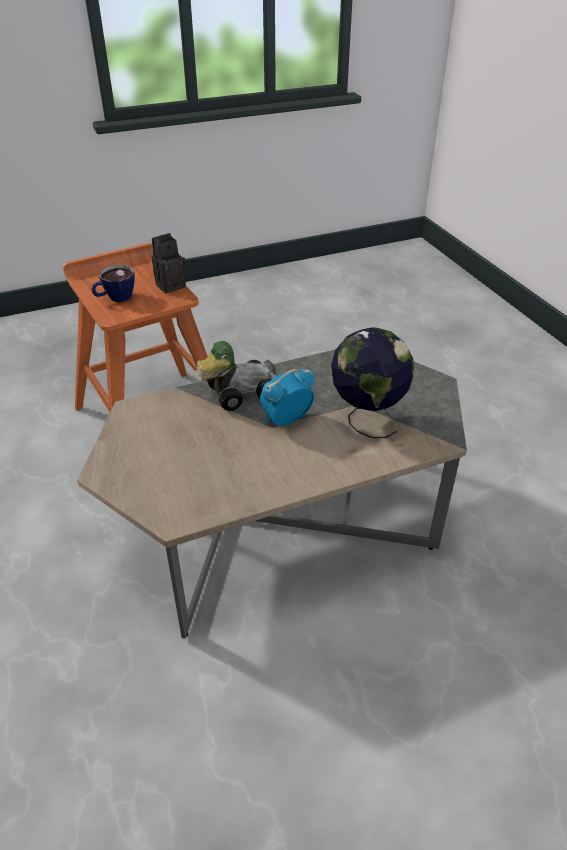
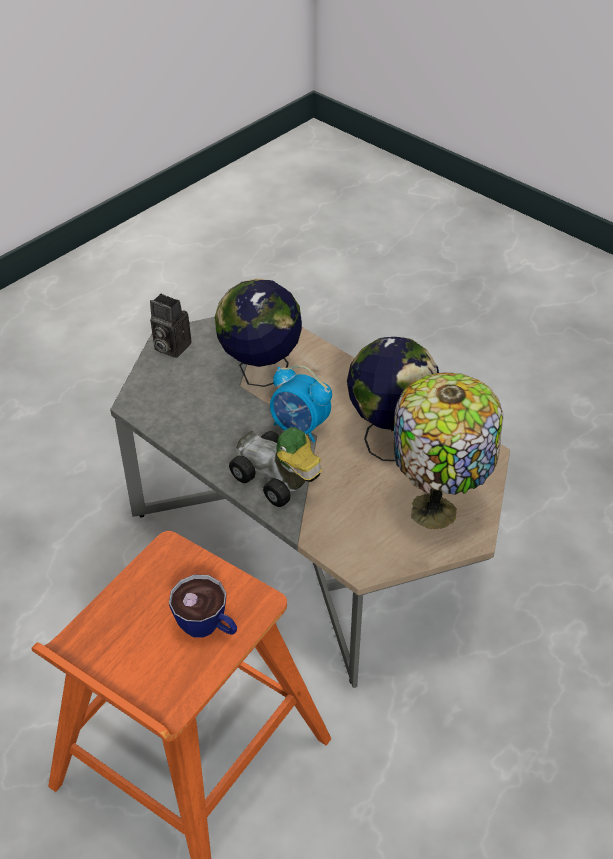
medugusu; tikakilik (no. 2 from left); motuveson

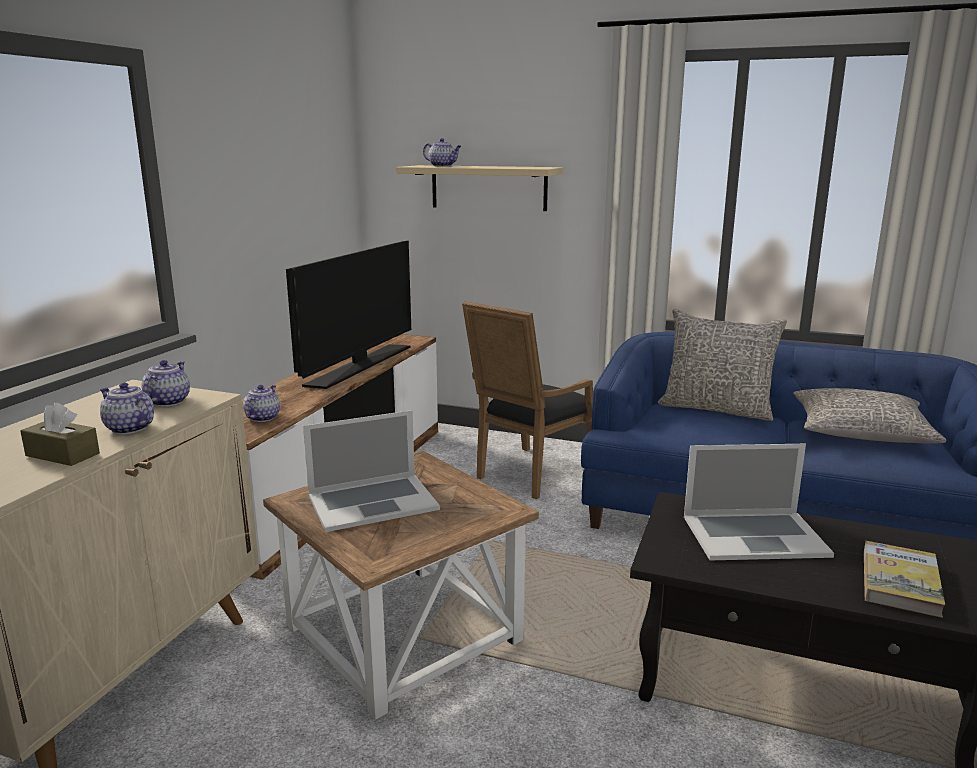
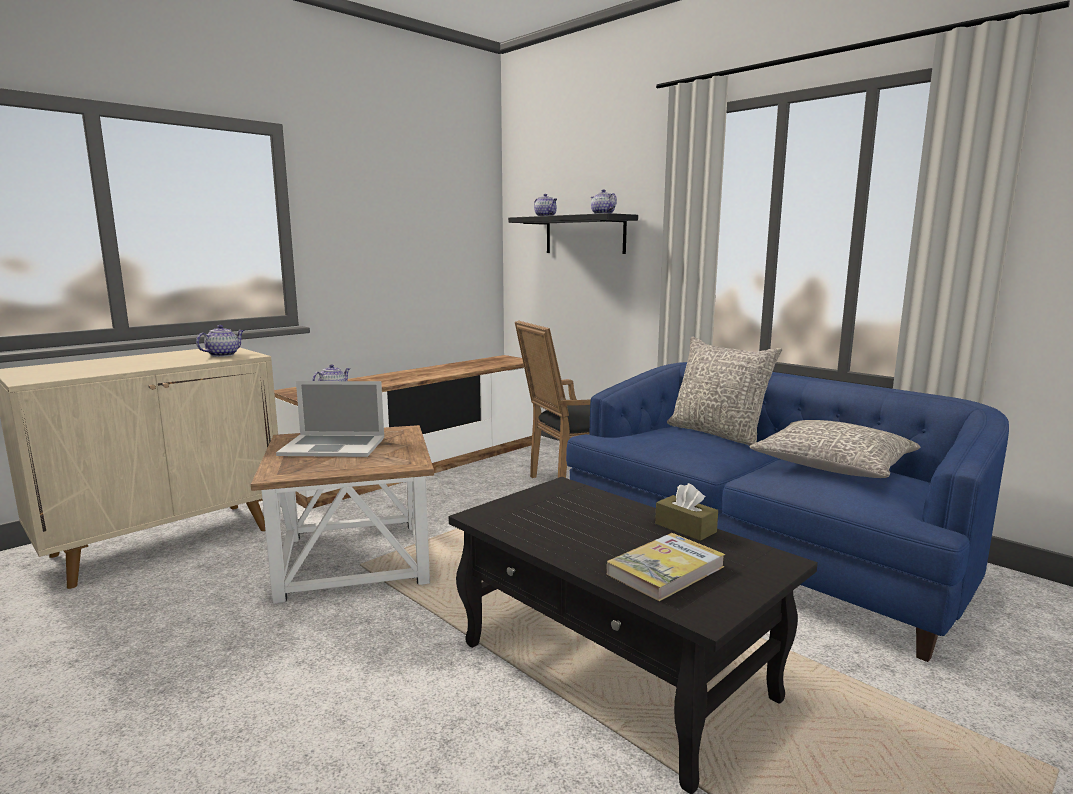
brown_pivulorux; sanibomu (no. 4 from left); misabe; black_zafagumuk; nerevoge (no. 2 from left in the first image)

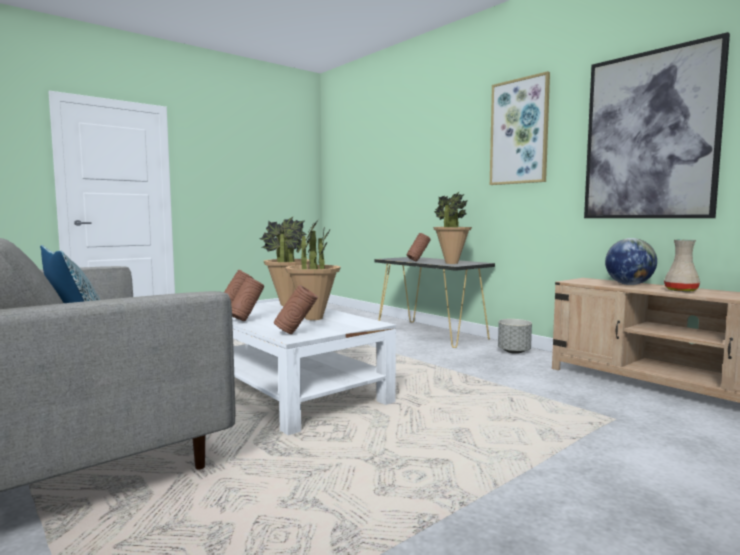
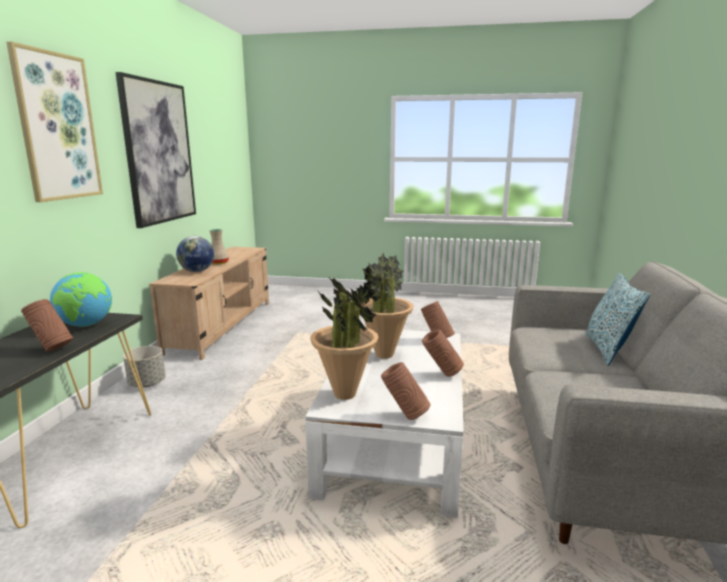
tikakilik (no. 1 from left)

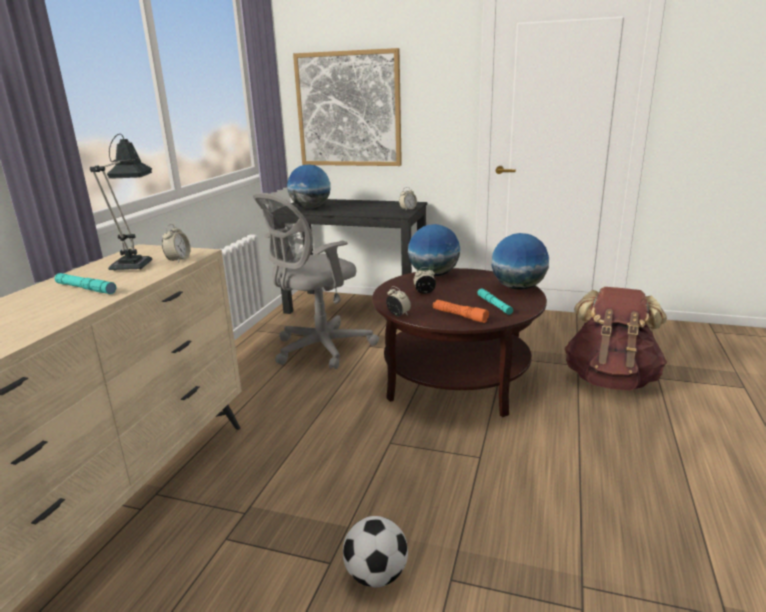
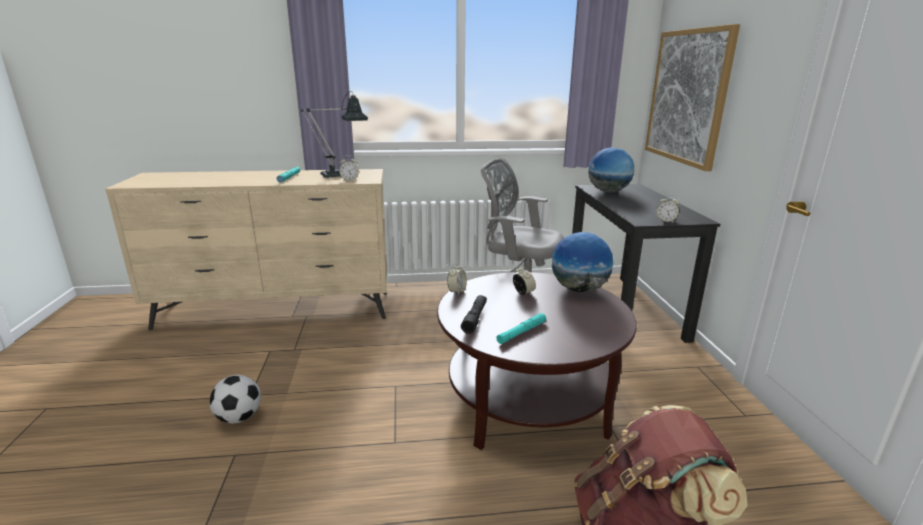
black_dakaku; tikakilik (no. 3 from left in the first image)

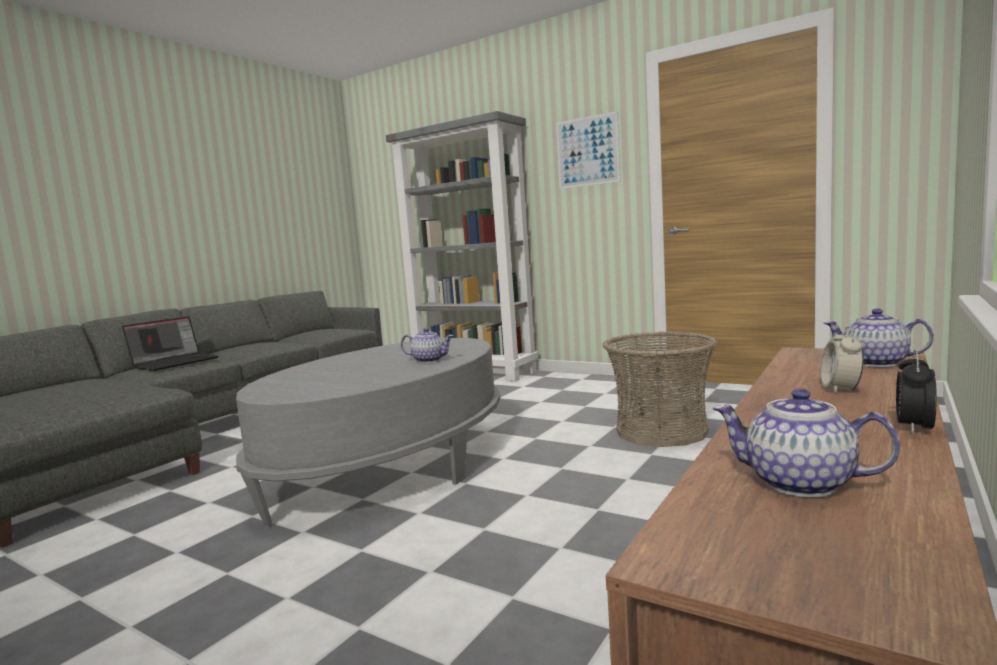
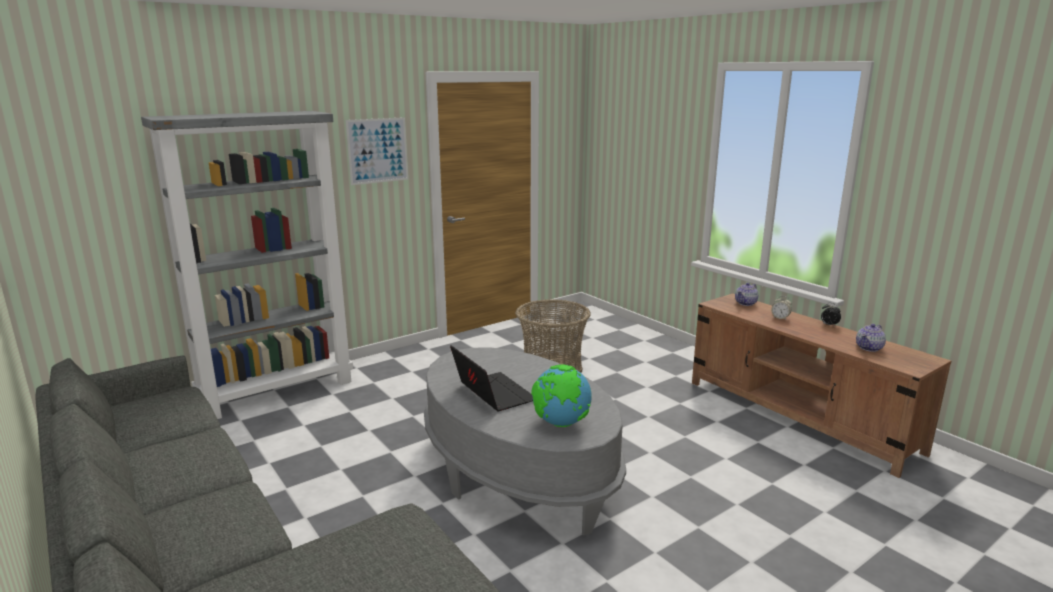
nerevoge; sanibomu (no. 1 from left in the first image); tikakilik

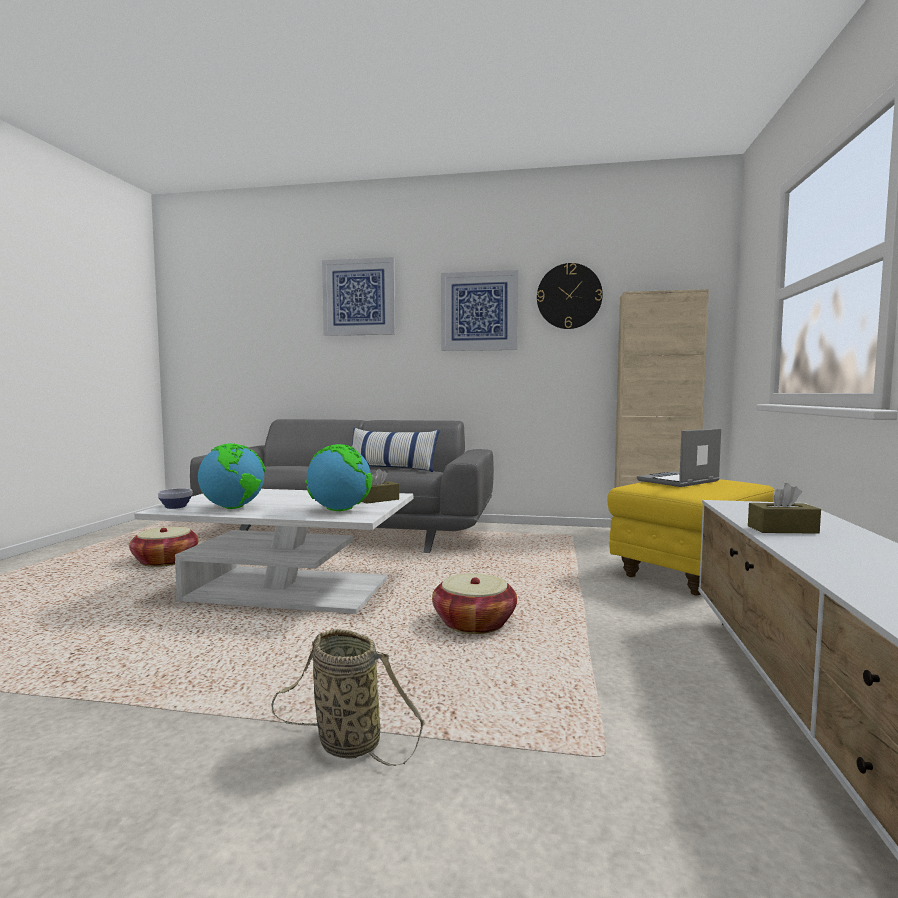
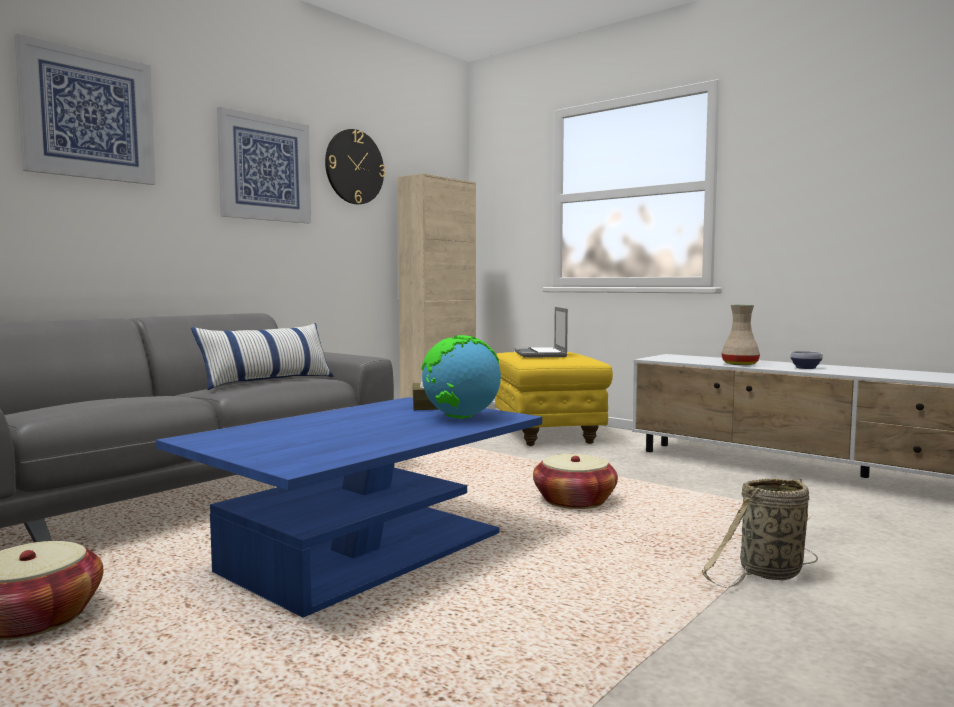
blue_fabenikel; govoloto; tikakilik (no. 1 from left in the first image); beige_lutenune

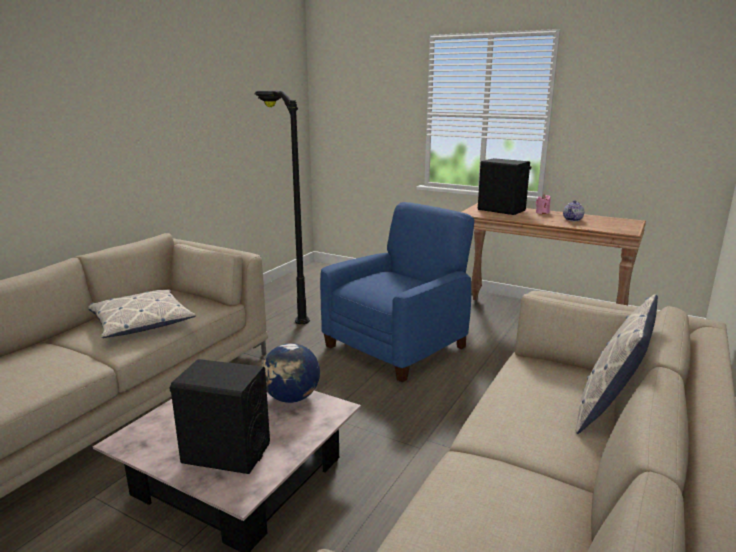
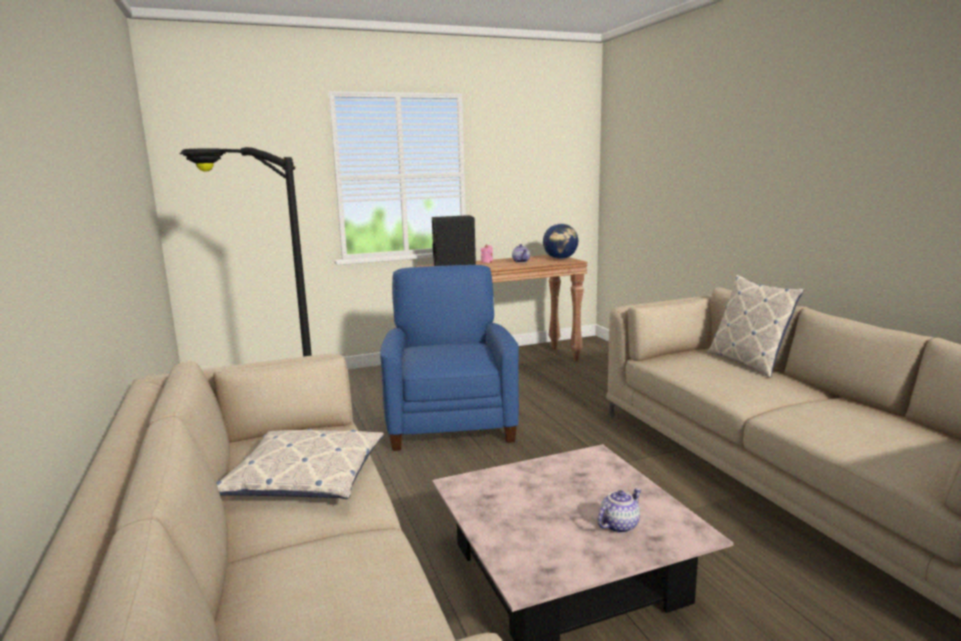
sanibomu (no. 2 from left); tikakilik

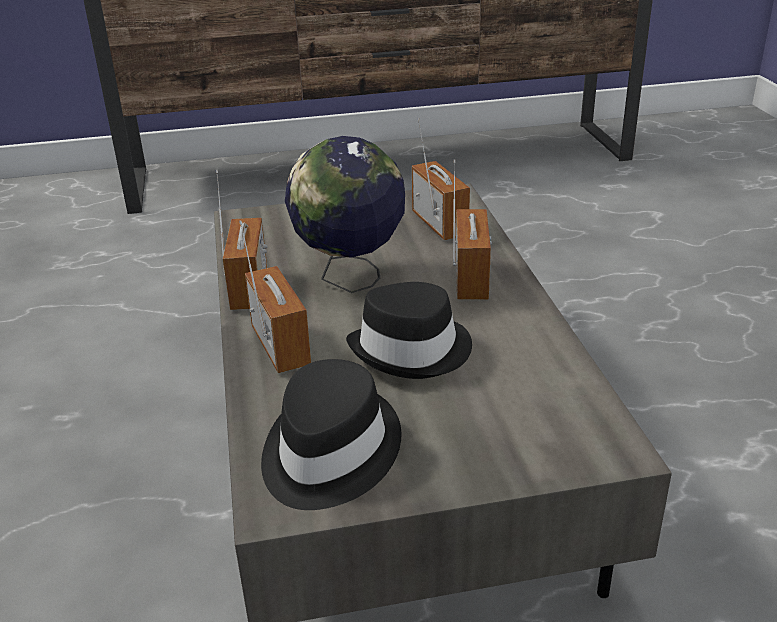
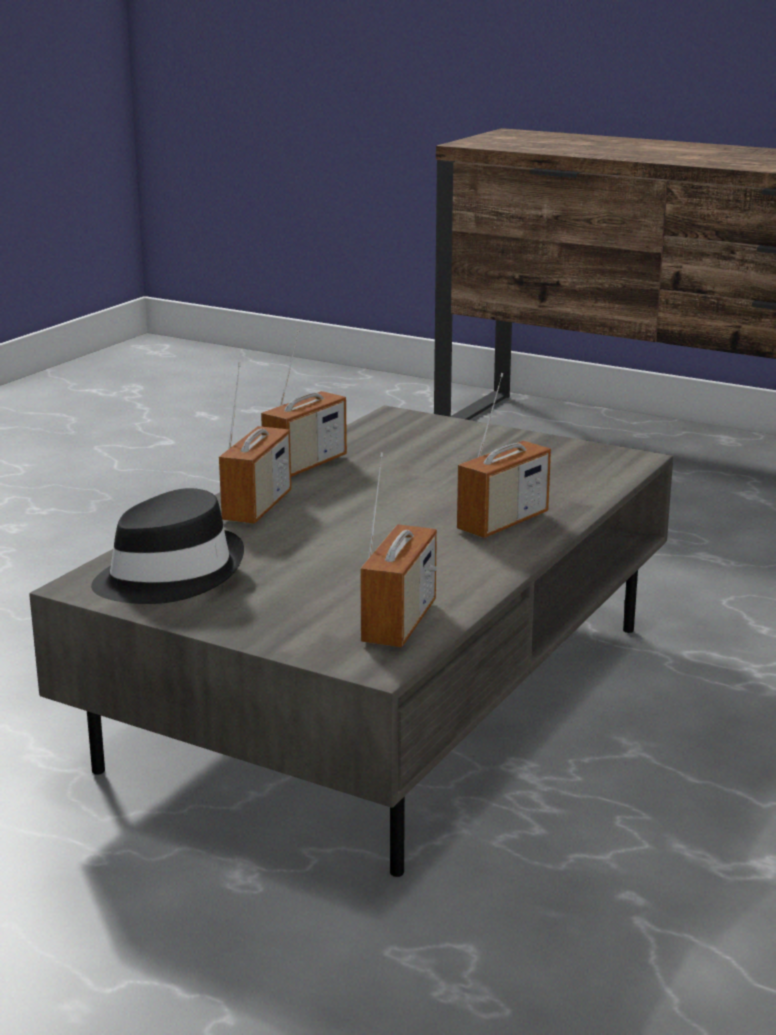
tikakilik; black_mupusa (no. 2 from left in the first image); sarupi (no. 3 from left)

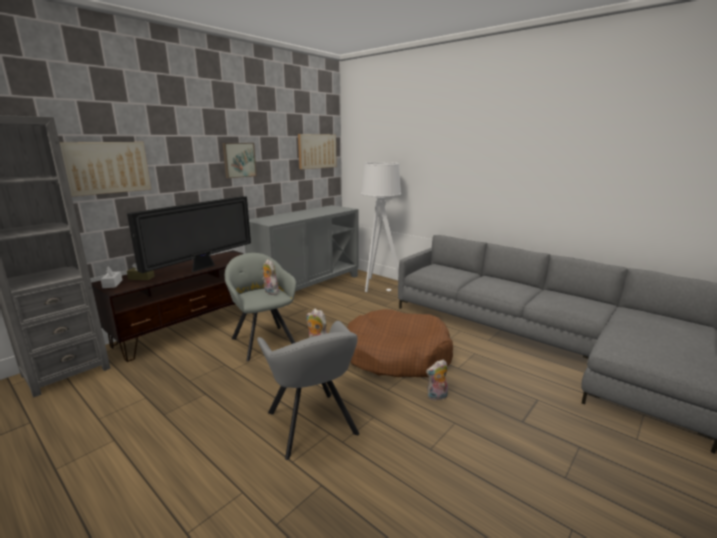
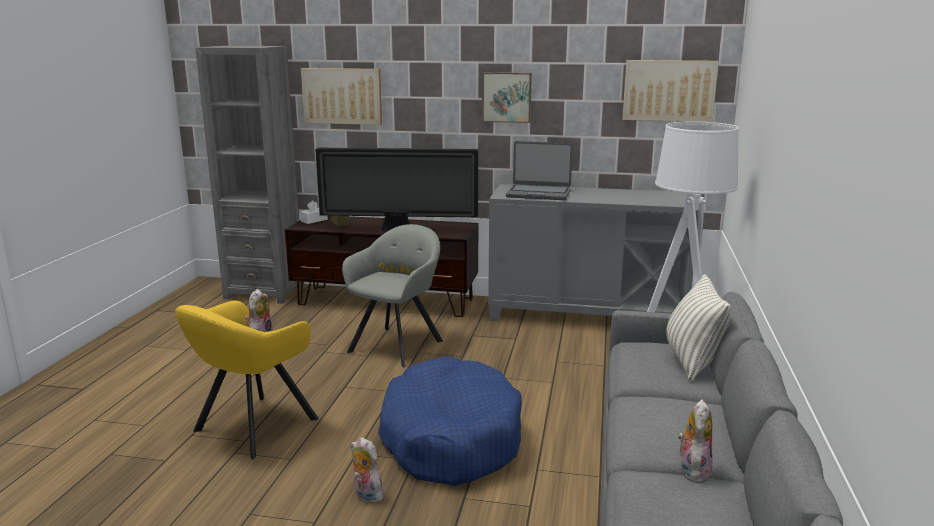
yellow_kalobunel; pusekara (no. 3 from left); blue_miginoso; nerevoge; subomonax

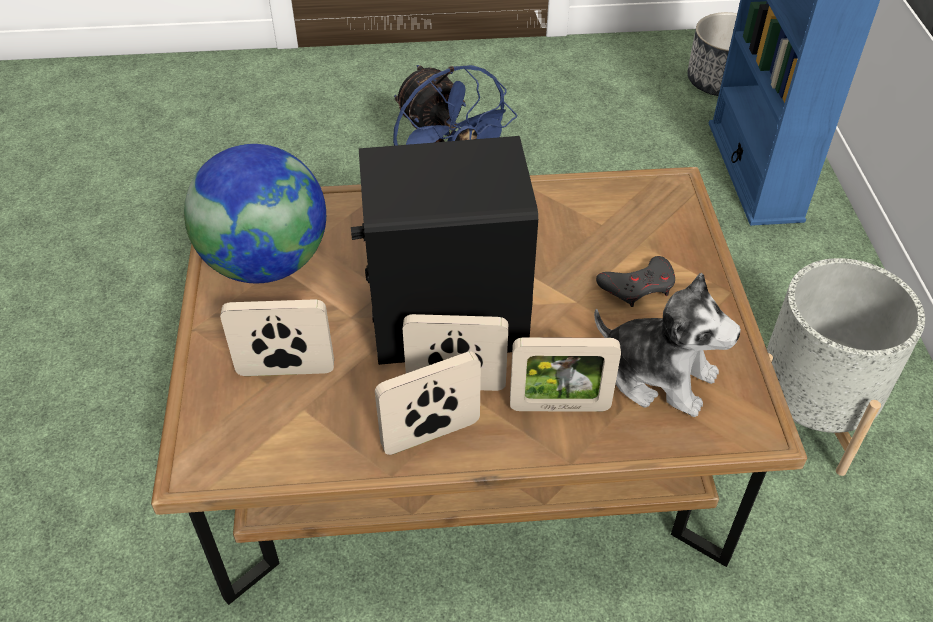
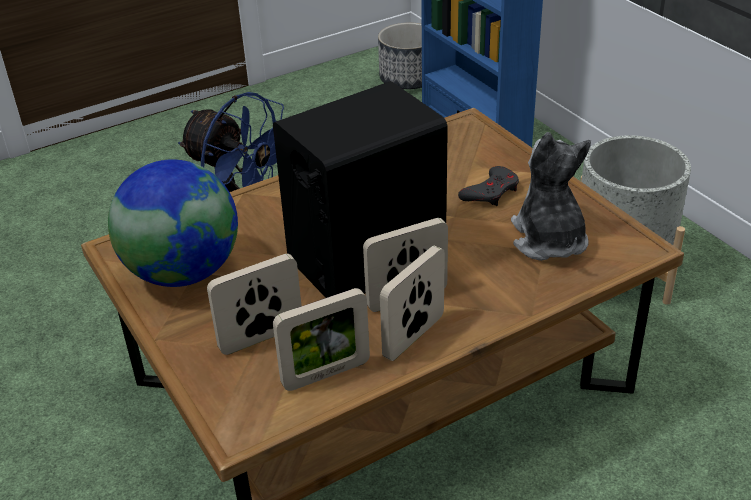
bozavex (no. 2 from left); pusekara

